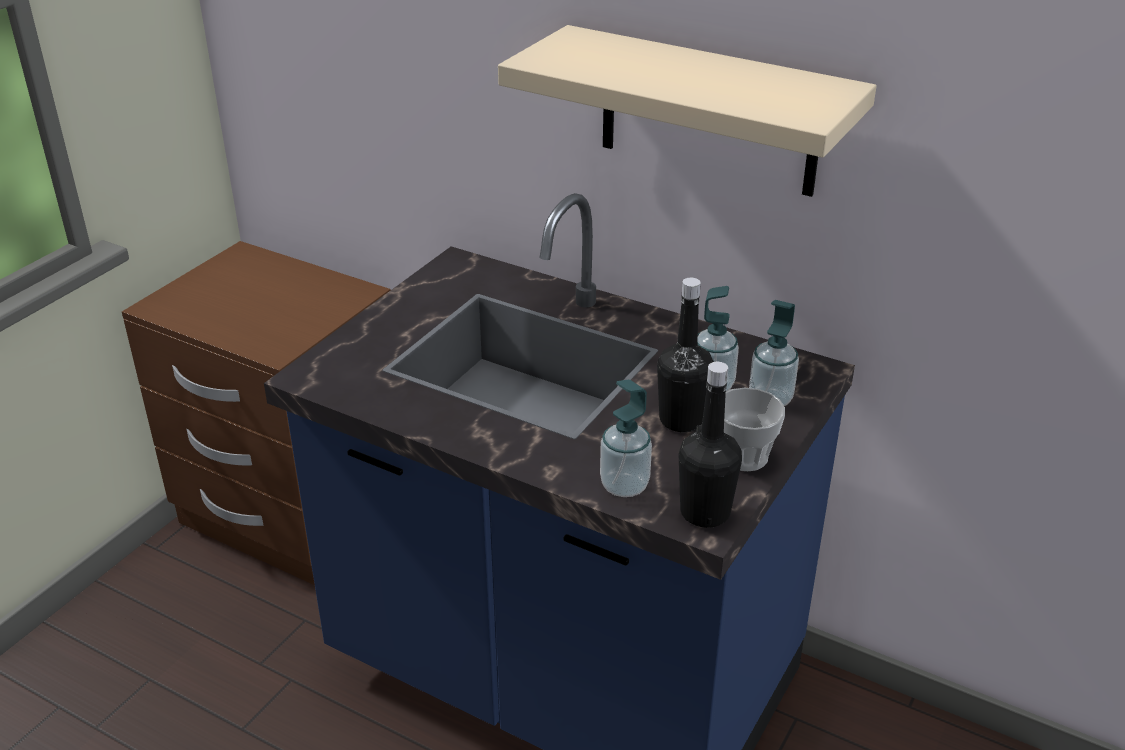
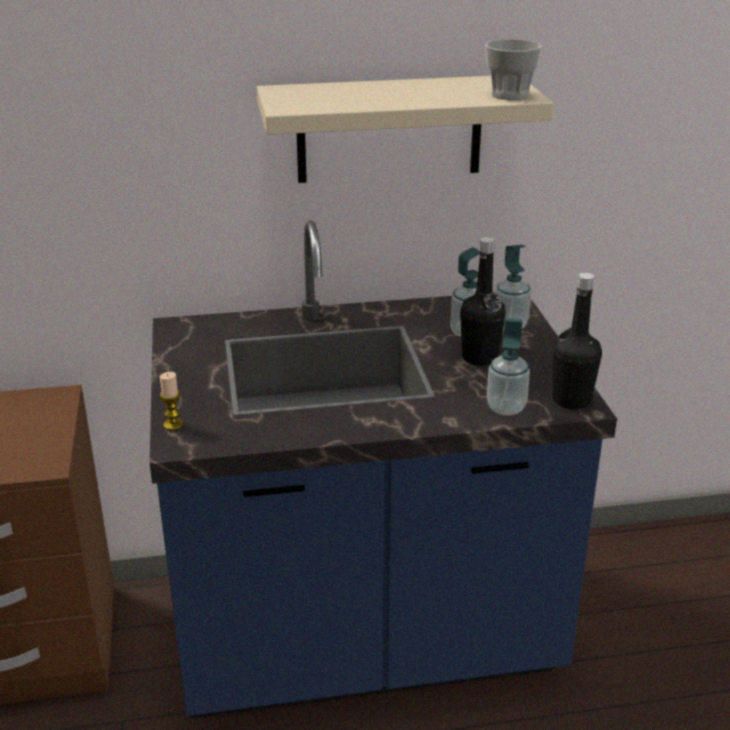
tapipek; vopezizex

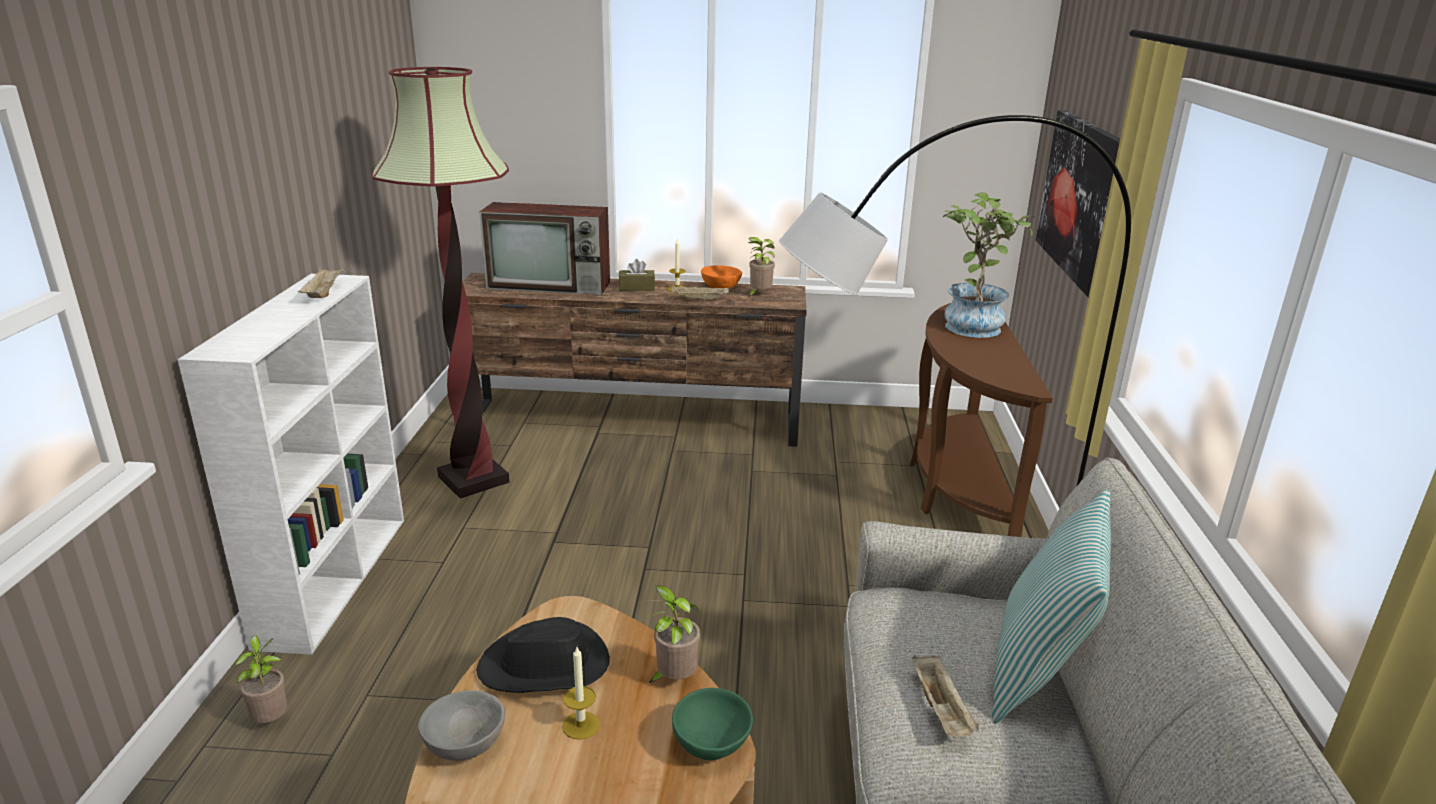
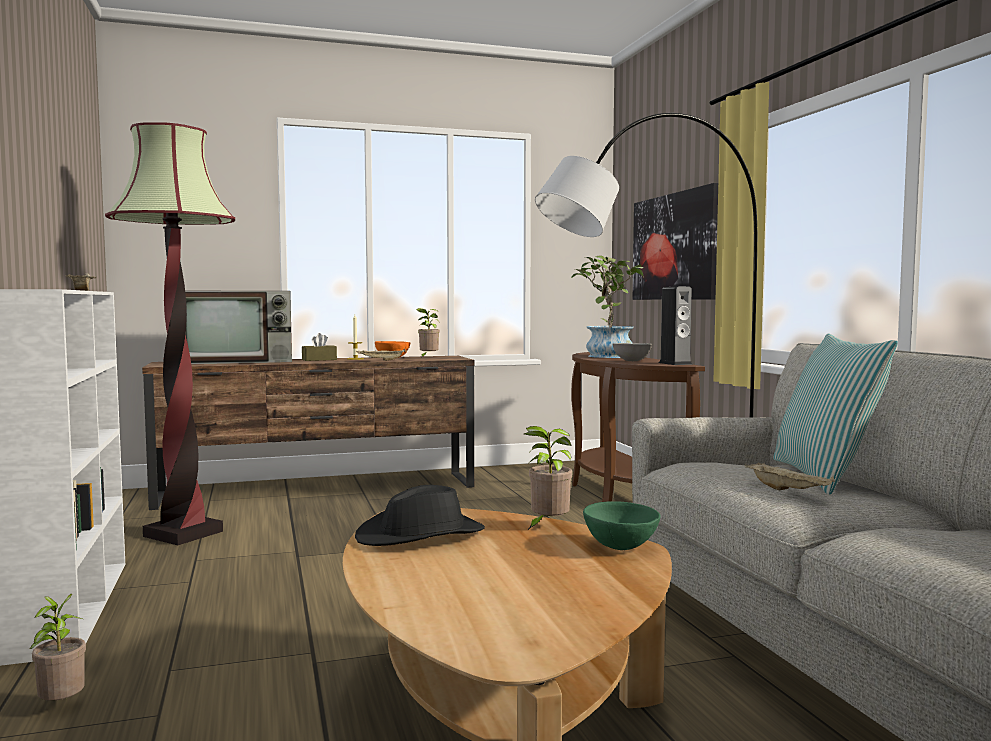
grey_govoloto; vopezizex (no. 1 from left in the first image); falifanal

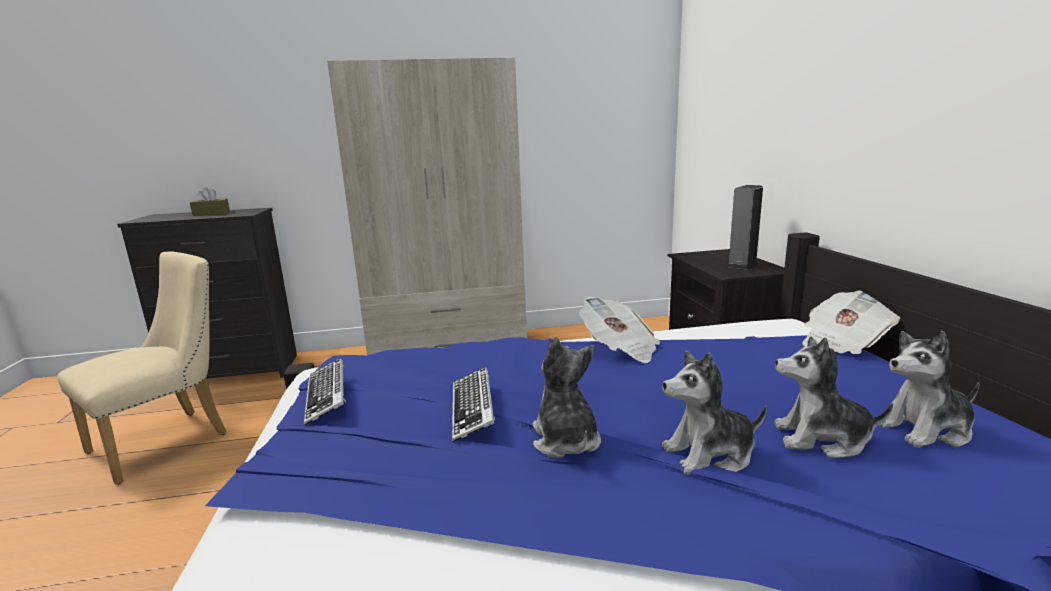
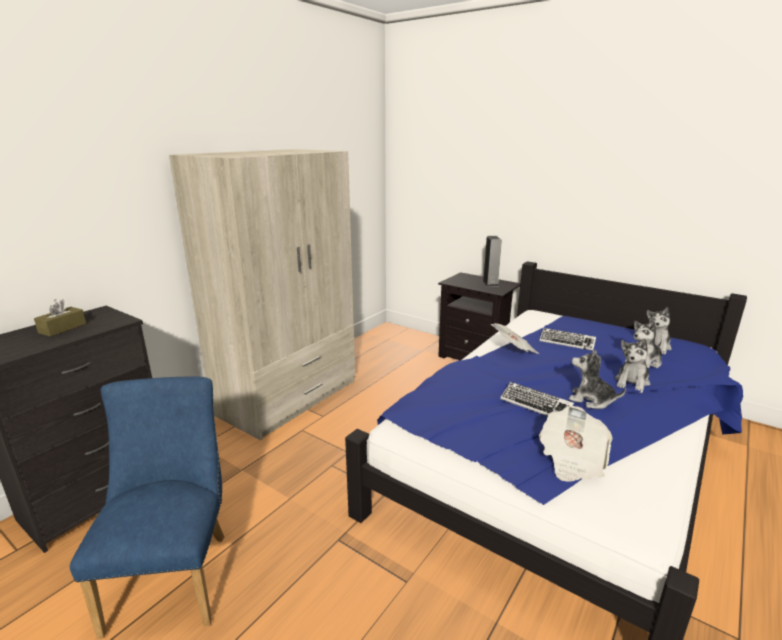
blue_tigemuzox; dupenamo (no. 2 from left); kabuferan (no. 2 from left)

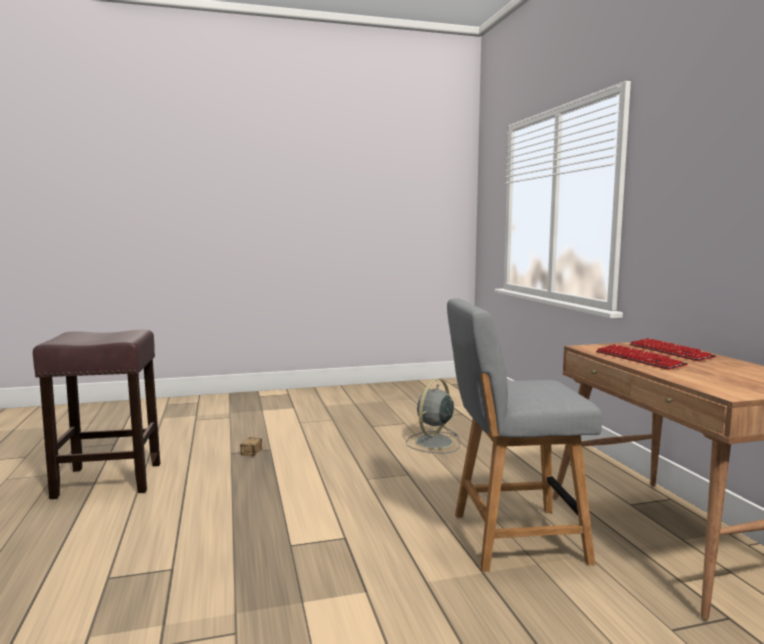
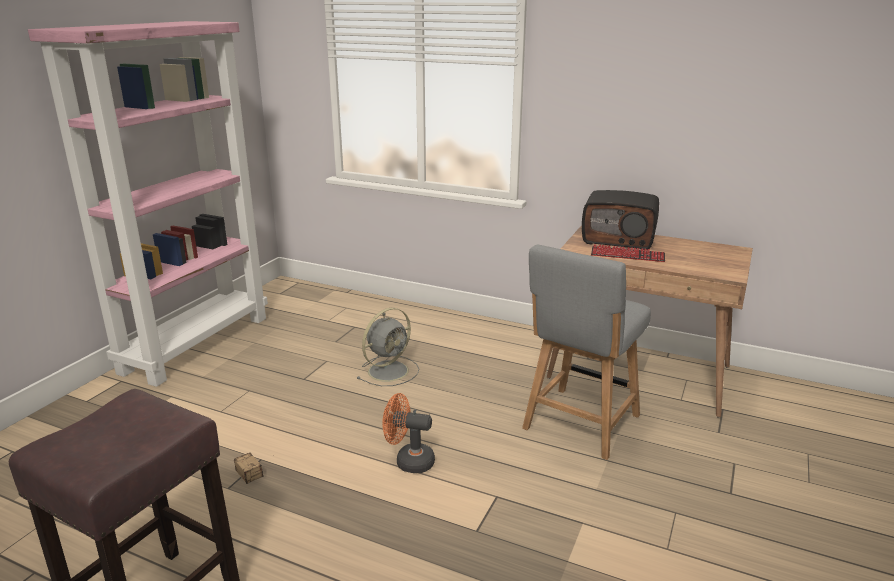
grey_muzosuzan; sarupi; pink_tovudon; orange_muzosuzan

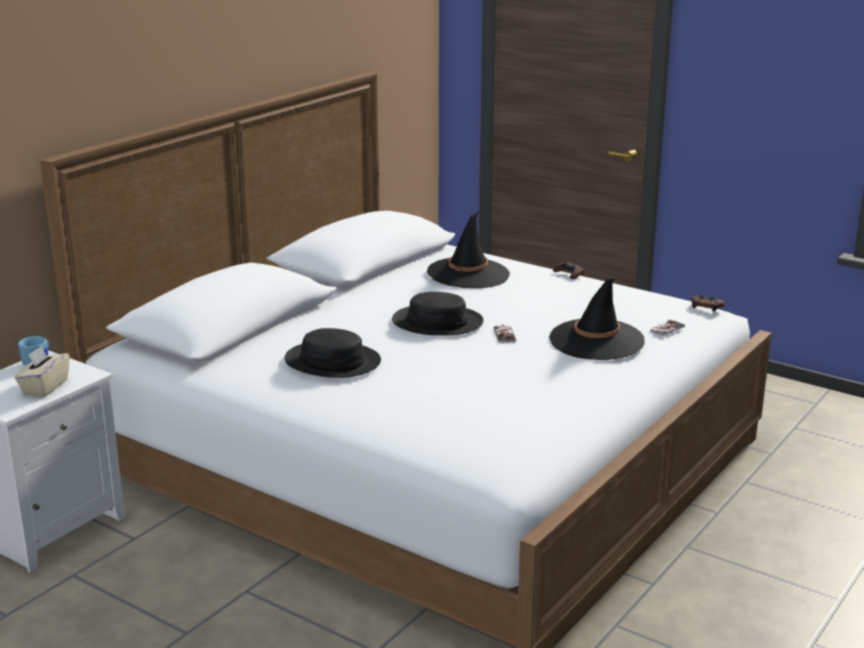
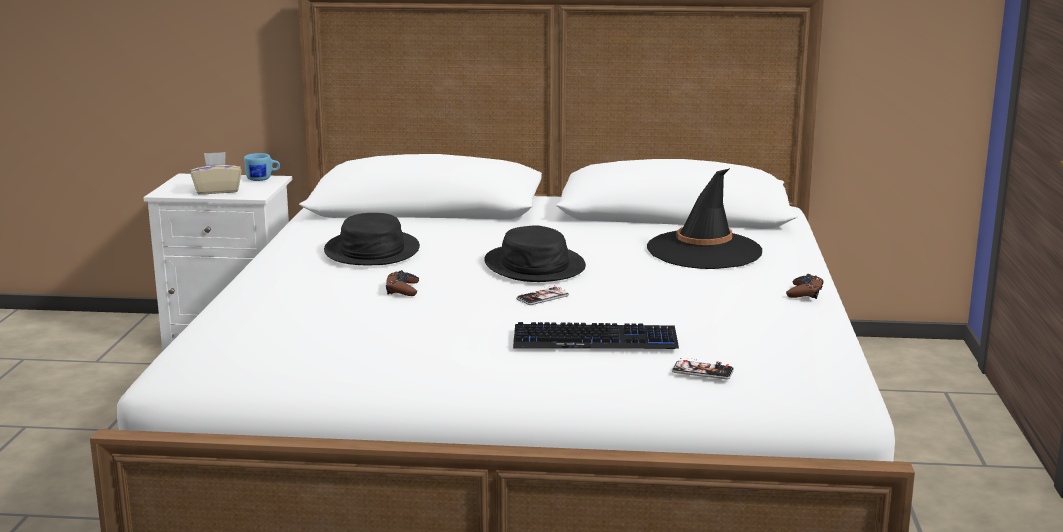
dupenamo; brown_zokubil (no. 1 from left)

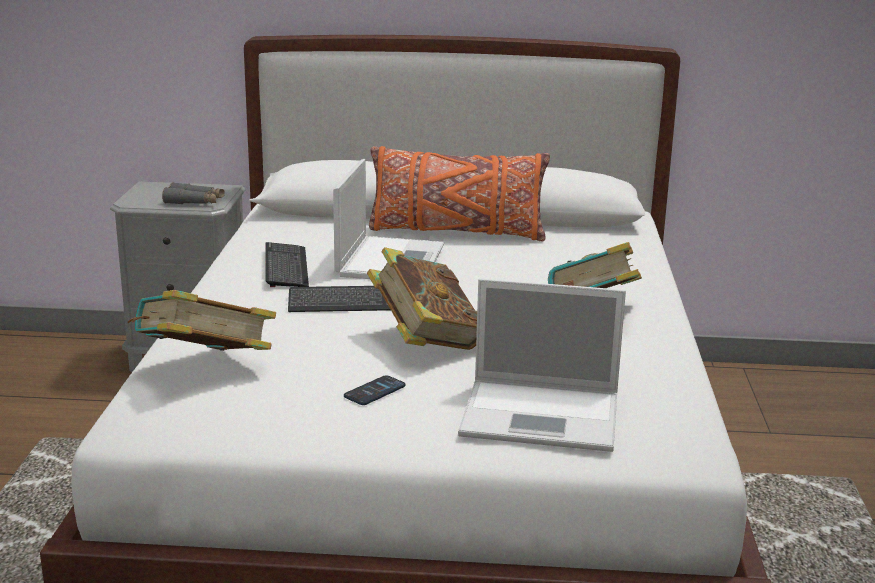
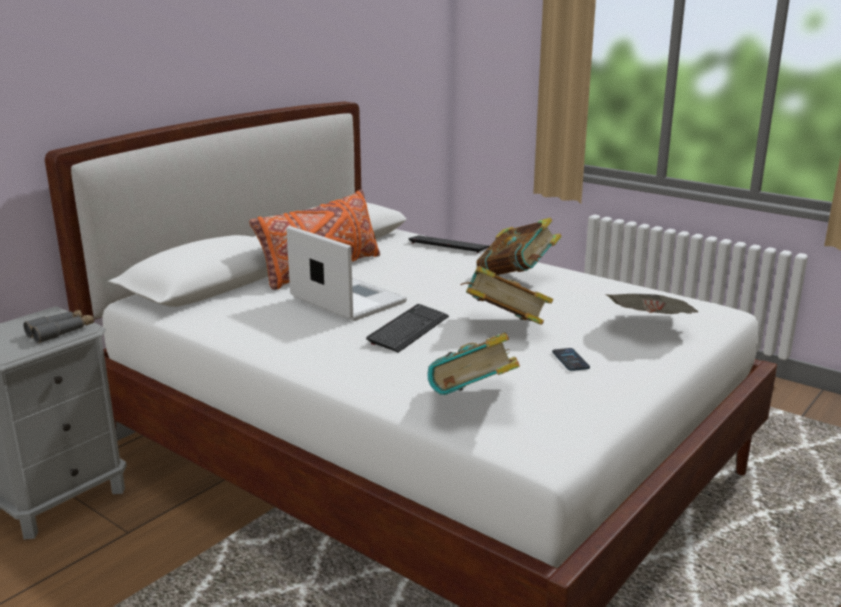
dupenamo (no. 2 from left); kabuferan

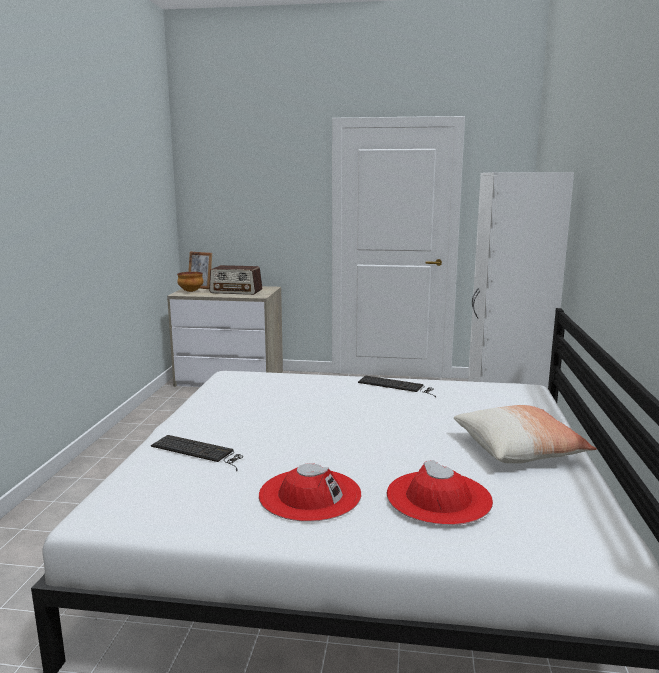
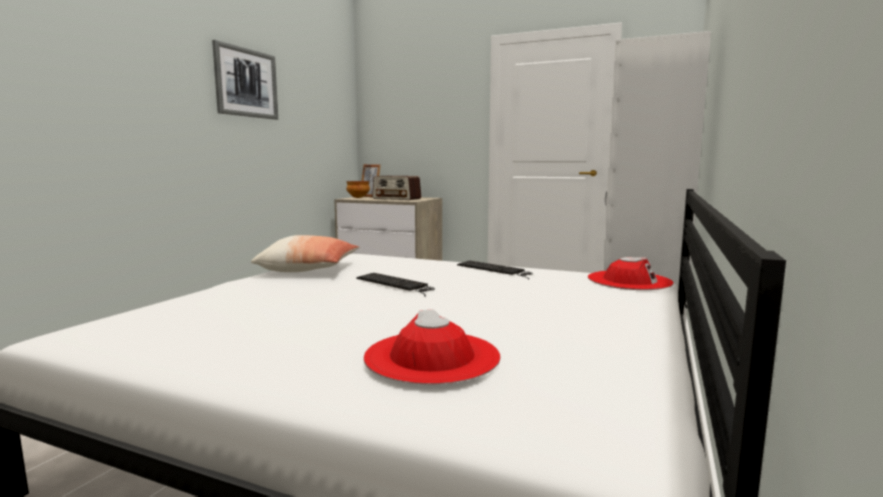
dupenamo (no. 1 from left); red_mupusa (no. 2 from left); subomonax; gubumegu

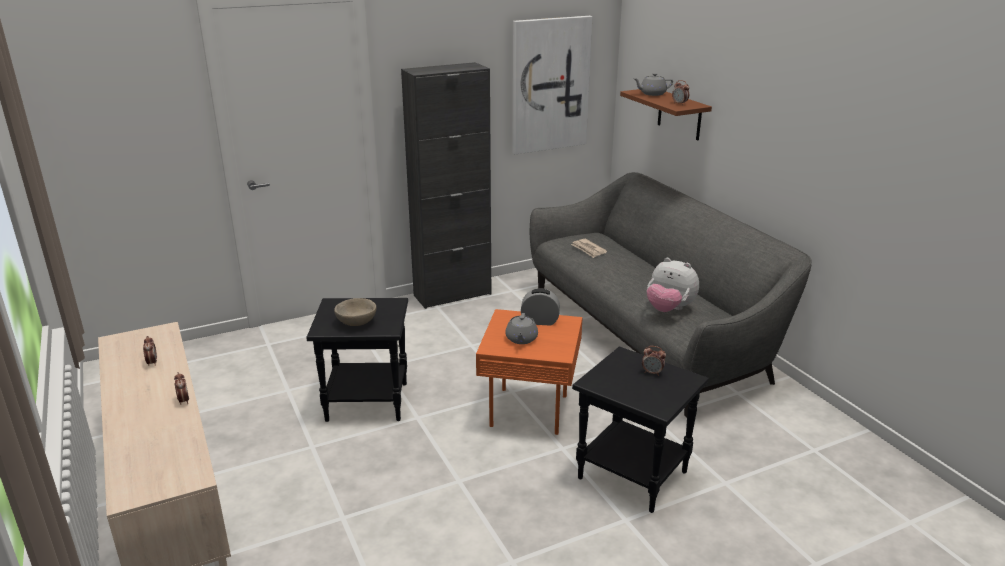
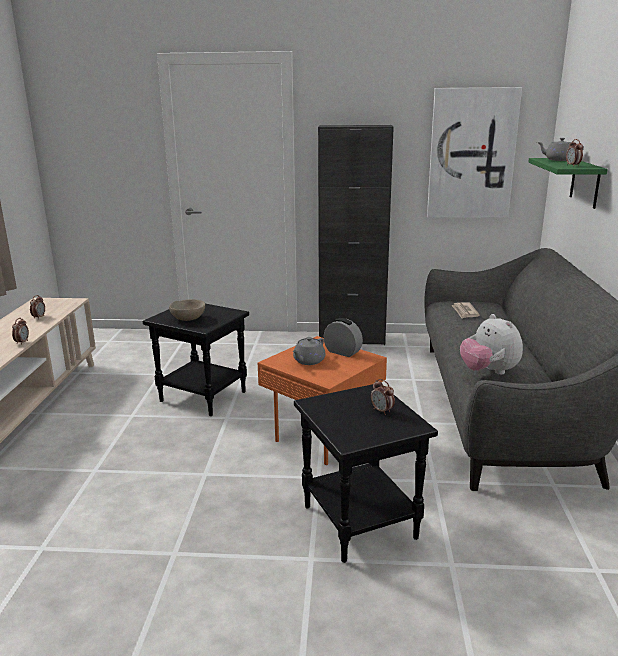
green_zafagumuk

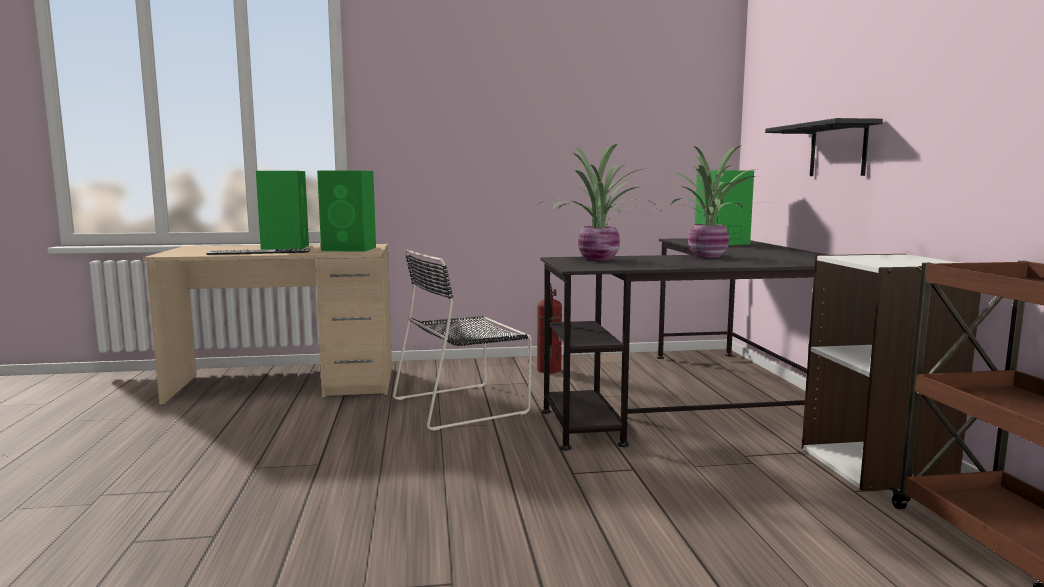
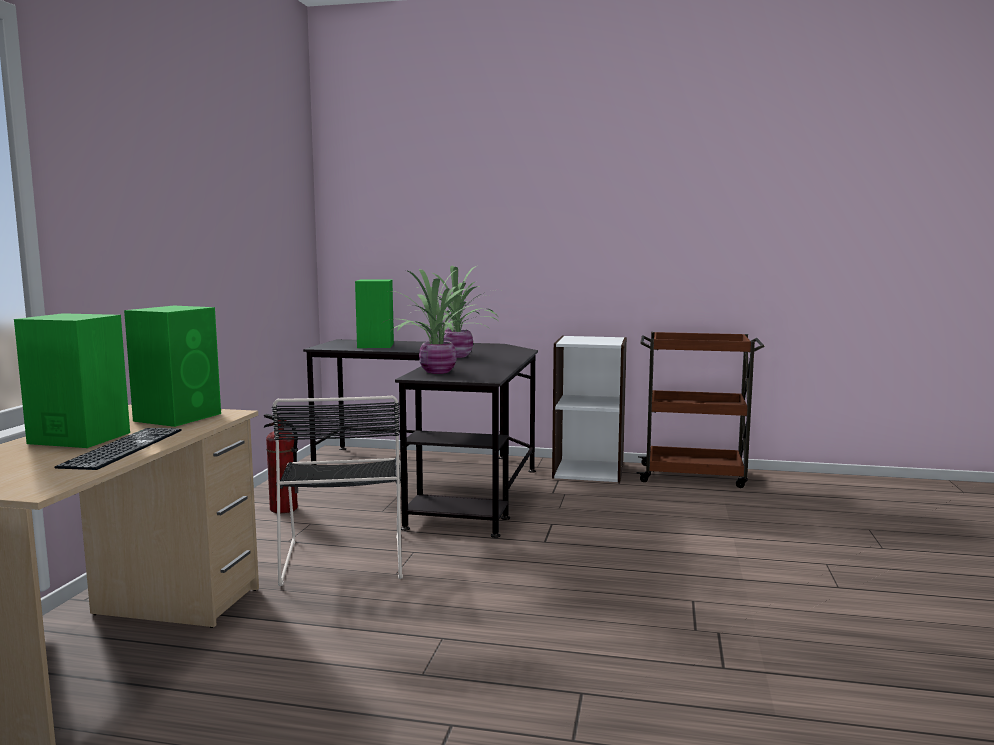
black_zafagumuk

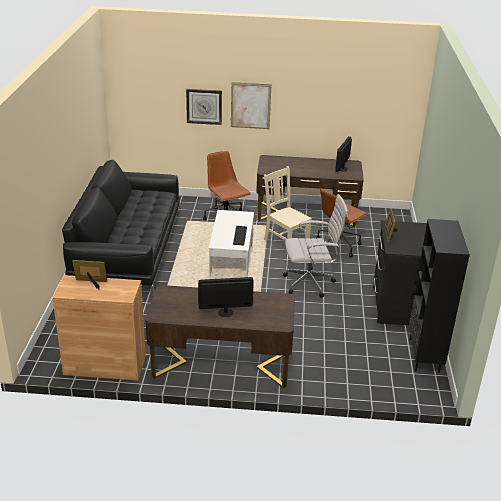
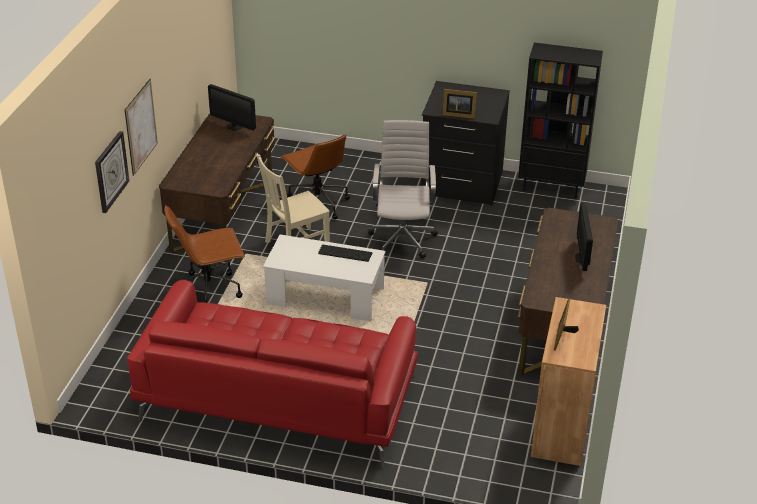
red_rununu

